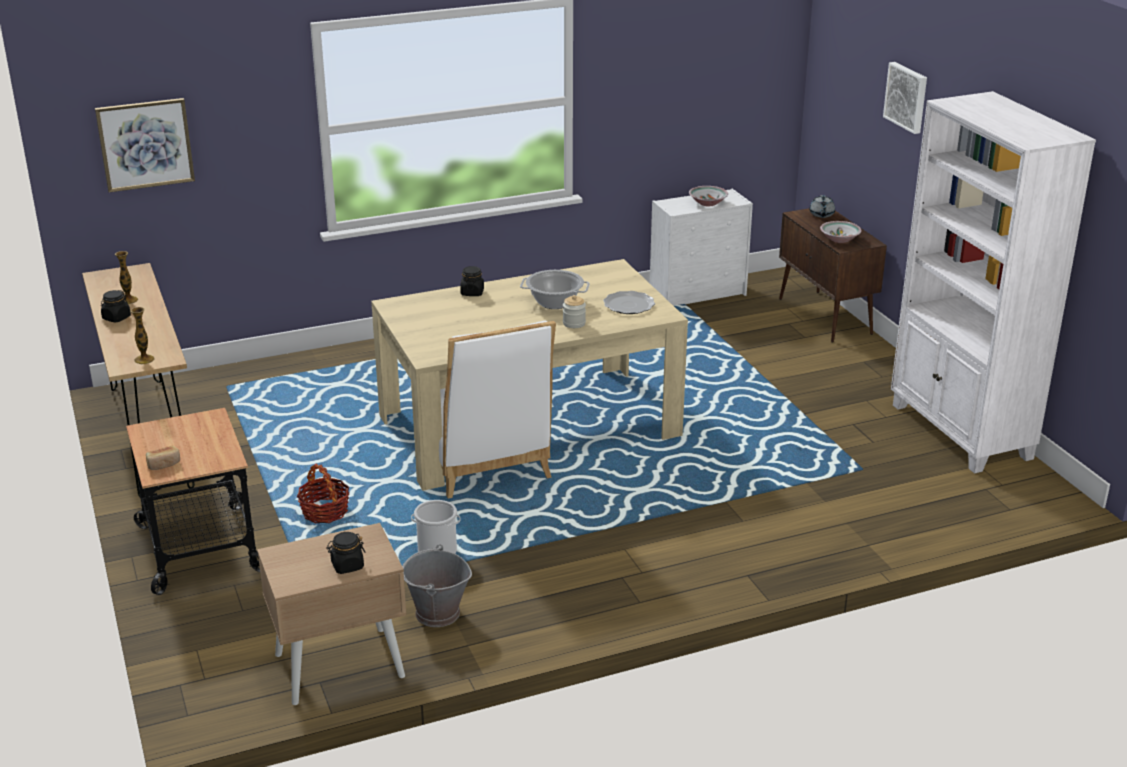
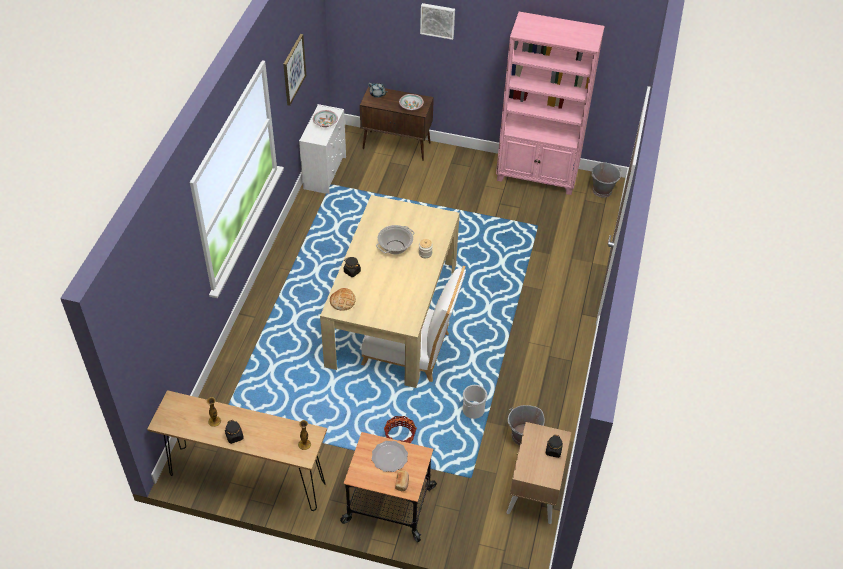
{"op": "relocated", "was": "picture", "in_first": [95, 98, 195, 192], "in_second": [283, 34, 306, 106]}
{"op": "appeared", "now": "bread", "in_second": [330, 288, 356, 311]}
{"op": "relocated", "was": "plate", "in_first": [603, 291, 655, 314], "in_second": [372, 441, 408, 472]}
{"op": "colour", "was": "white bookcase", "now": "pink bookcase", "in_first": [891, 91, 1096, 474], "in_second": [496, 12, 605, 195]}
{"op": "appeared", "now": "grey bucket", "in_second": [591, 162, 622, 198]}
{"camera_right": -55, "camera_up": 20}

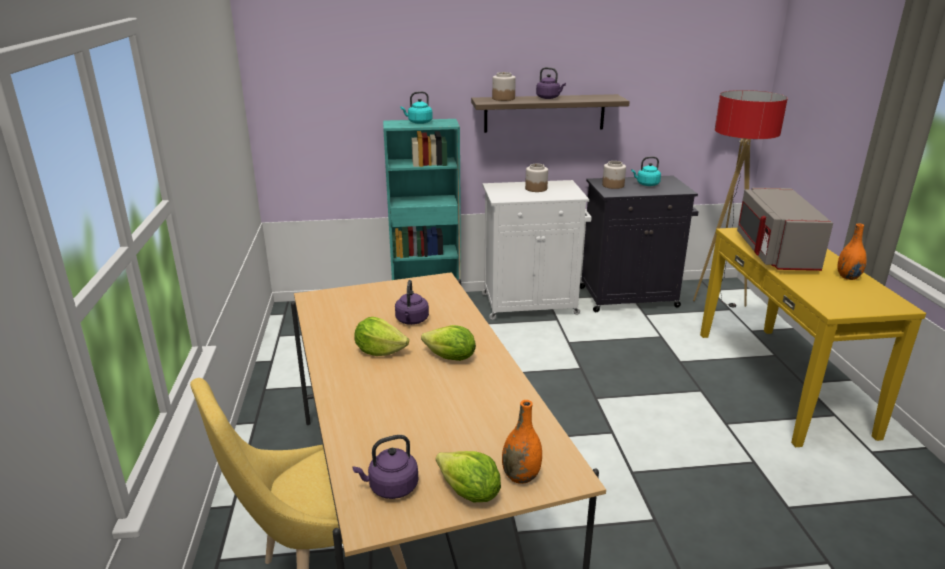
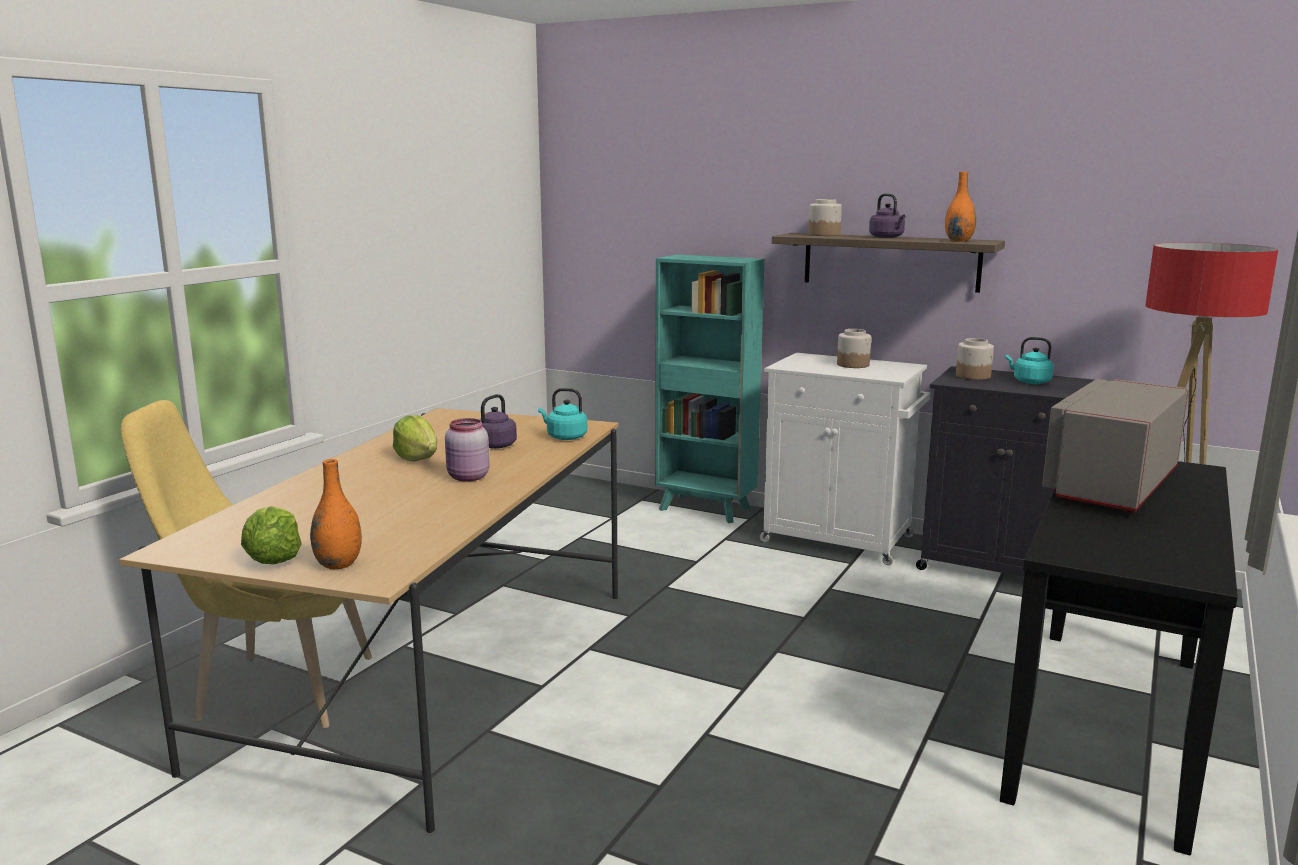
{"op": "exchanged", "was": "lettuce", "now": "pink jar", "in_first": [421, 325, 476, 361], "in_second": [445, 418, 490, 482]}
{"op": "relocated", "was": "turquoise kettle", "in_first": [400, 91, 433, 124], "in_second": [538, 388, 587, 440]}
{"op": "relocated", "was": "orange vase", "in_first": [837, 223, 867, 280], "in_second": [945, 172, 976, 241]}
{"op": "colour", "was": "yellow console table", "now": "black console table", "in_first": [700, 228, 926, 447], "in_second": [1000, 461, 1238, 855]}
{"op": "missing", "was": "purple kettle", "in_first": [352, 435, 418, 499]}
{"camera_right": 35, "camera_up": -10}

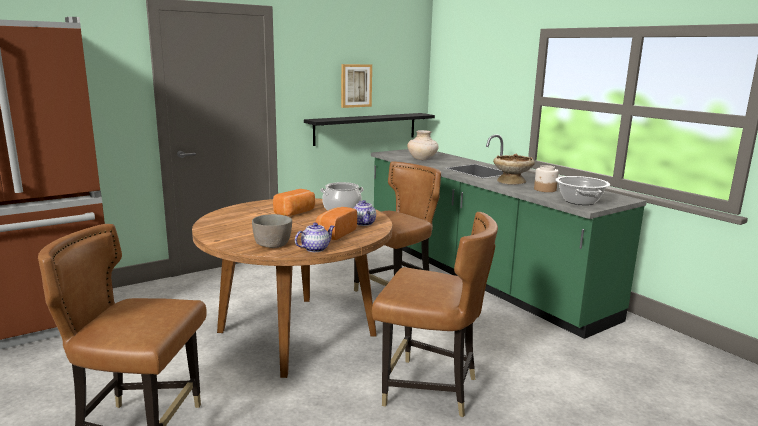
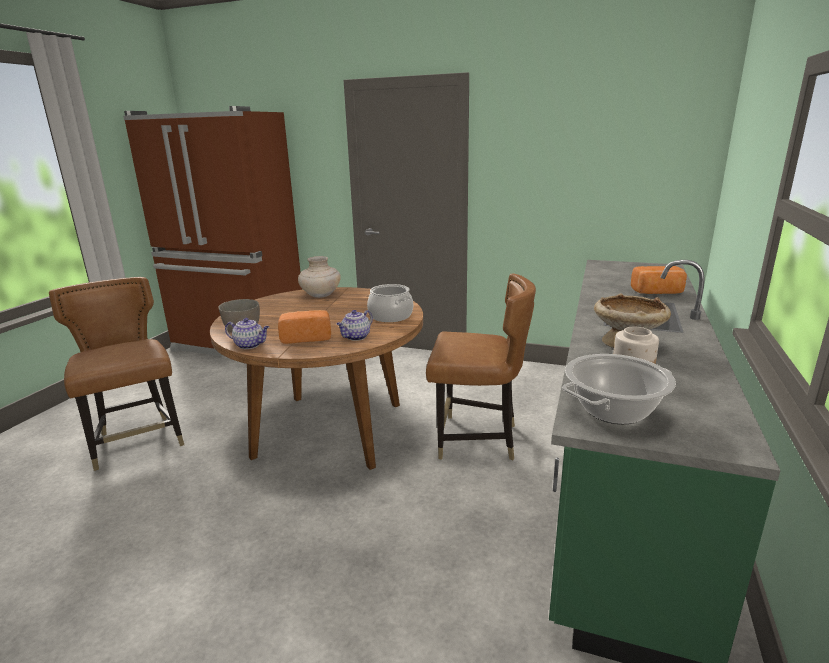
{"op": "relocated", "was": "beige vase", "in_first": [407, 130, 439, 160], "in_second": [298, 256, 341, 298]}
{"op": "relocated", "was": "bread", "in_first": [273, 189, 315, 216], "in_second": [631, 266, 687, 294]}
{"op": "missing", "was": "black shelf", "in_first": [304, 113, 435, 146]}
{"op": "missing", "was": "picture", "in_first": [341, 64, 372, 108]}
{"op": "missing", "was": "brown chair", "in_first": [372, 212, 498, 417]}
{"camera_right": 55, "camera_up": 5}

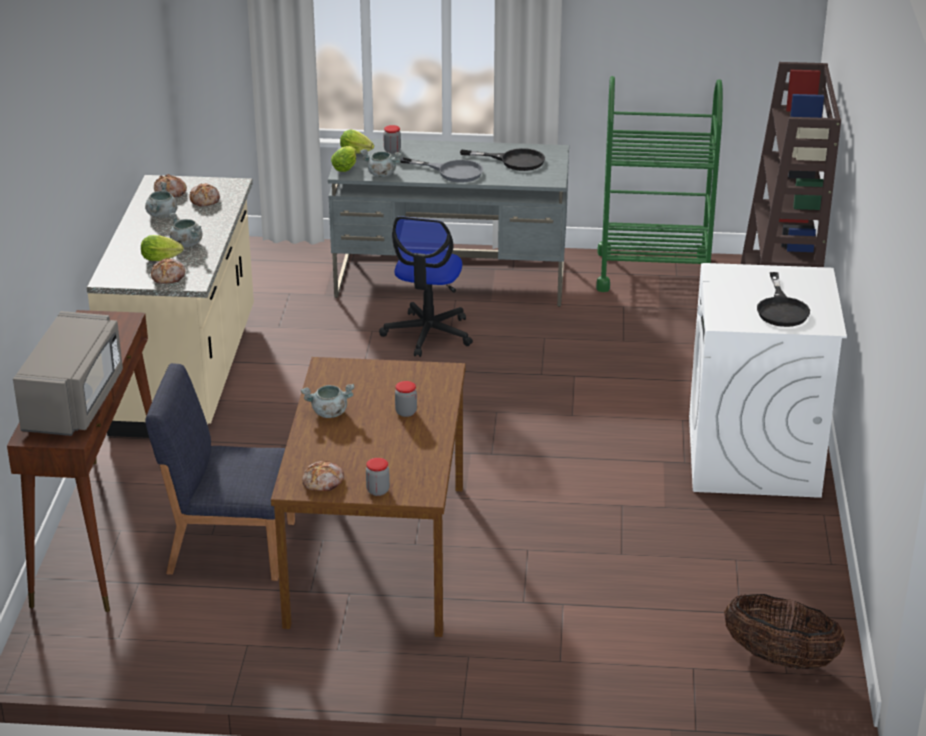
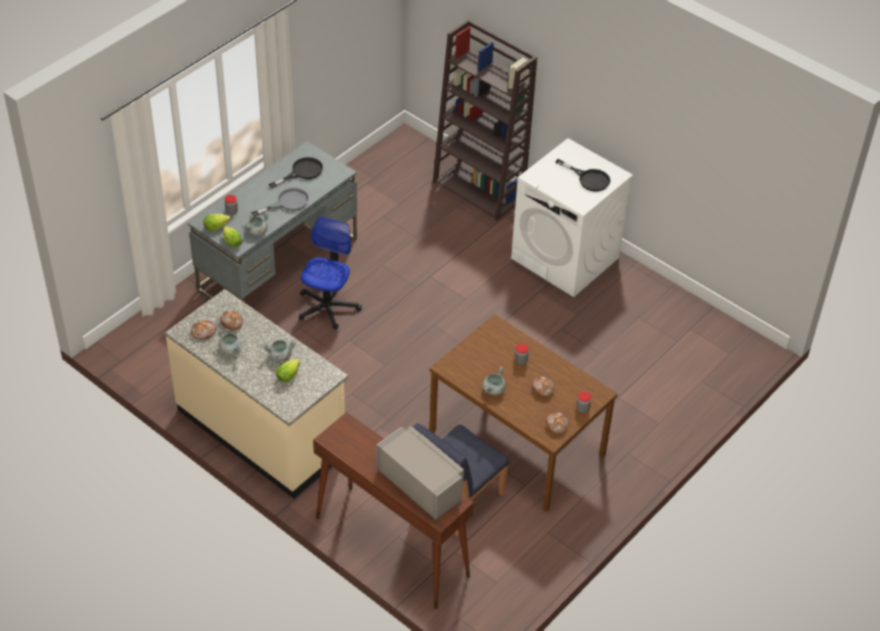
{"op": "spun", "was": "office chair", "in_first": [379, 216, 473, 357], "in_second": [299, 217, 362, 330], "clockwise": -120}
{"op": "relocated", "was": "bread", "in_first": [151, 258, 186, 284], "in_second": [532, 376, 555, 398]}
{"op": "missing", "was": "green cart", "in_first": [596, 76, 723, 292]}
{"op": "missing", "was": "basket", "in_first": [724, 594, 845, 669]}
{"camera_right": -55, "camera_up": 15}

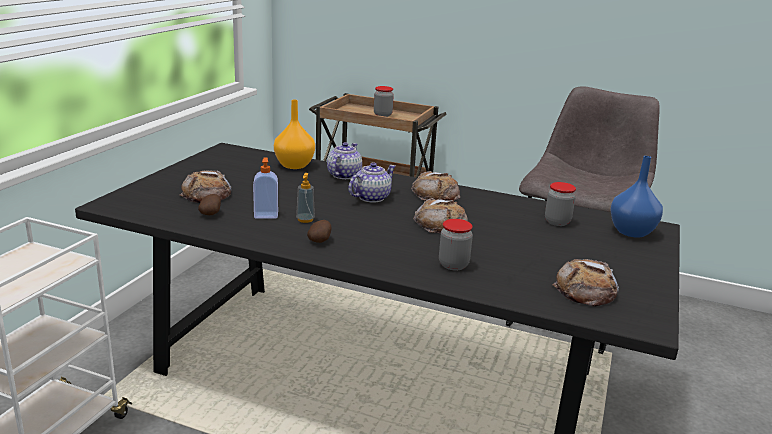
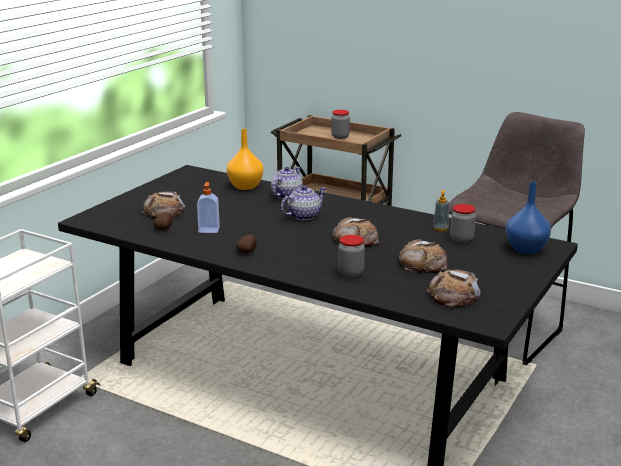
{"op": "relocated", "was": "bread", "in_first": [411, 171, 460, 201], "in_second": [399, 239, 448, 274]}
{"op": "relocated", "was": "soap dispenser", "in_first": [296, 173, 315, 223], "in_second": [433, 190, 449, 231]}
{"camera_right": 10, "camera_up": 0}

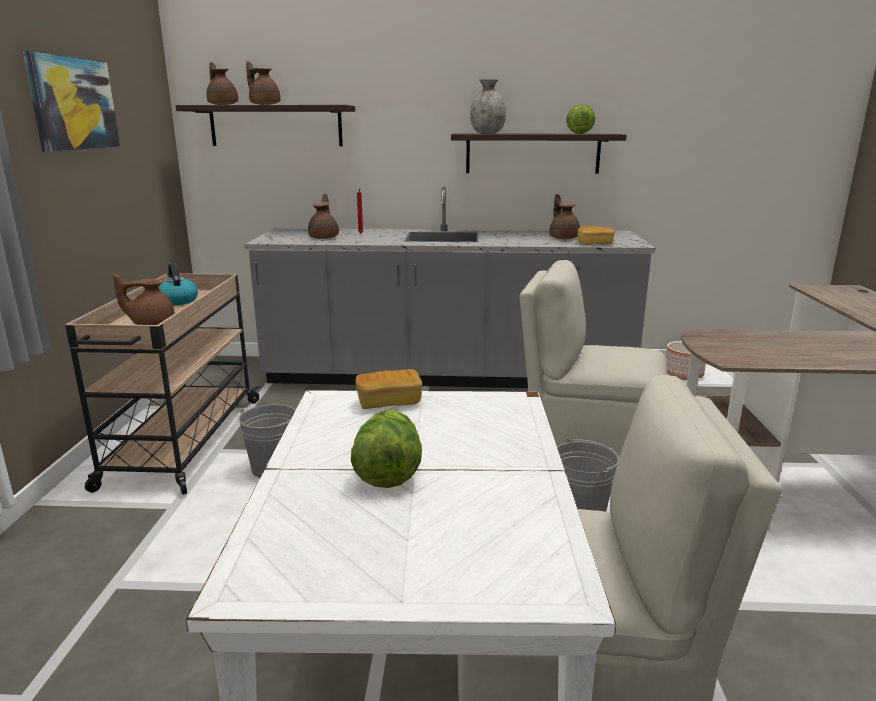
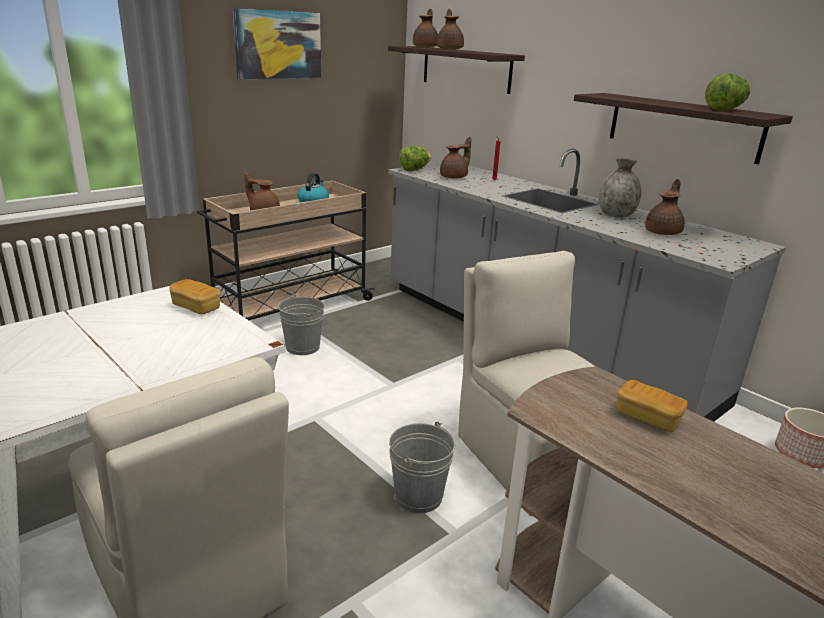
{"op": "relocated", "was": "lettuce", "in_first": [351, 410, 422, 488], "in_second": [399, 146, 431, 171]}
{"op": "relocated", "was": "grey vase", "in_first": [470, 79, 506, 134], "in_second": [599, 158, 641, 218]}
{"op": "relocated", "was": "bread", "in_first": [578, 226, 615, 245], "in_second": [616, 380, 687, 432]}
{"camera_right": 45, "camera_up": 5}

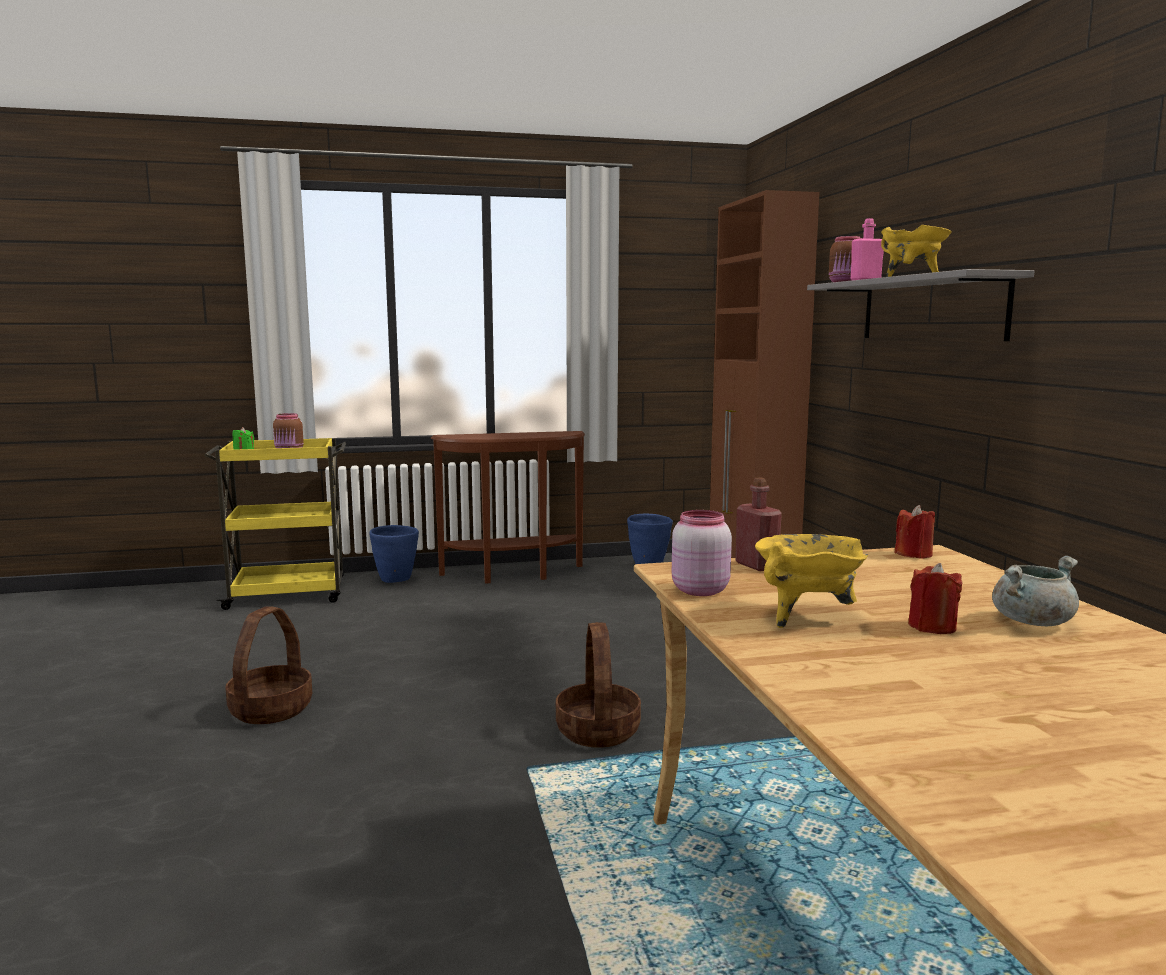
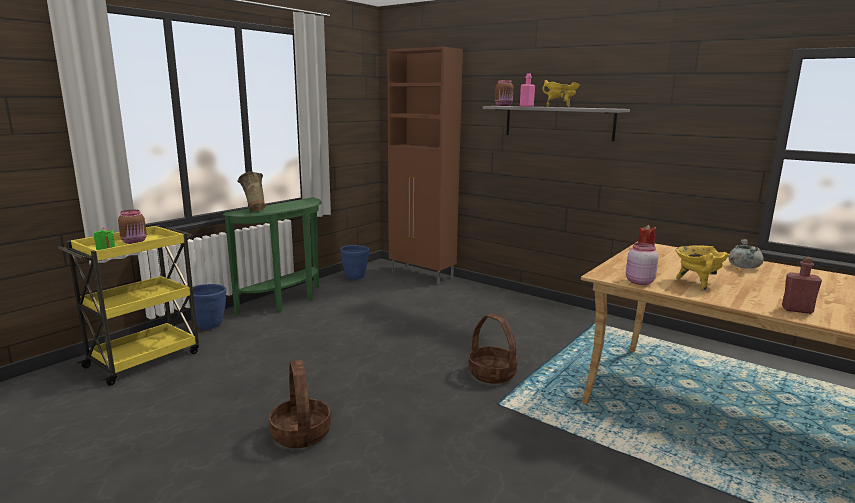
{"op": "colour", "was": "brown console table", "now": "green console table", "in_first": [431, 431, 585, 584], "in_second": [223, 197, 322, 315]}
{"op": "appeared", "now": "beige vase", "in_second": [238, 172, 266, 211]}
{"op": "relocated", "was": "red bottle", "in_first": [735, 477, 782, 571], "in_second": [782, 257, 822, 314]}
{"op": "missing", "was": "red candle", "in_first": [908, 563, 963, 634]}
{"camera_right": -40, "camera_up": 5}

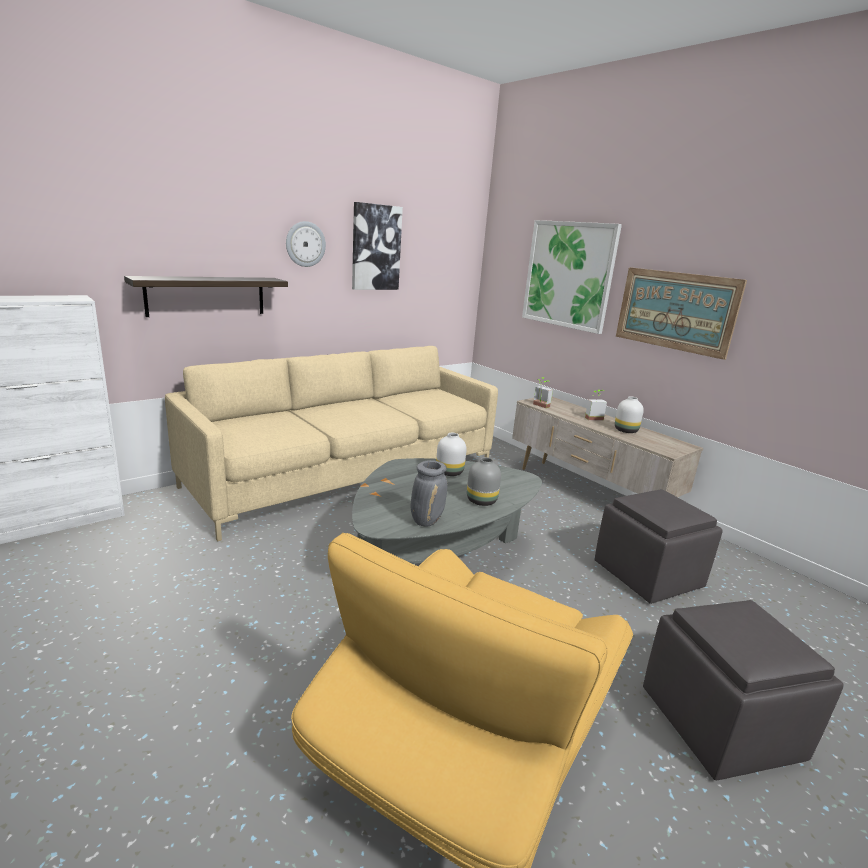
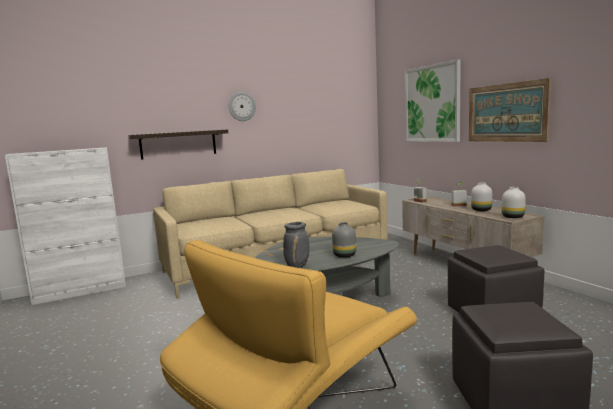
{"op": "relocated", "was": "white vase", "in_first": [436, 433, 466, 476], "in_second": [502, 187, 526, 218]}
{"op": "missing", "was": "picture", "in_first": [352, 202, 403, 290]}
{"camera_right": 15, "camera_up": -10}

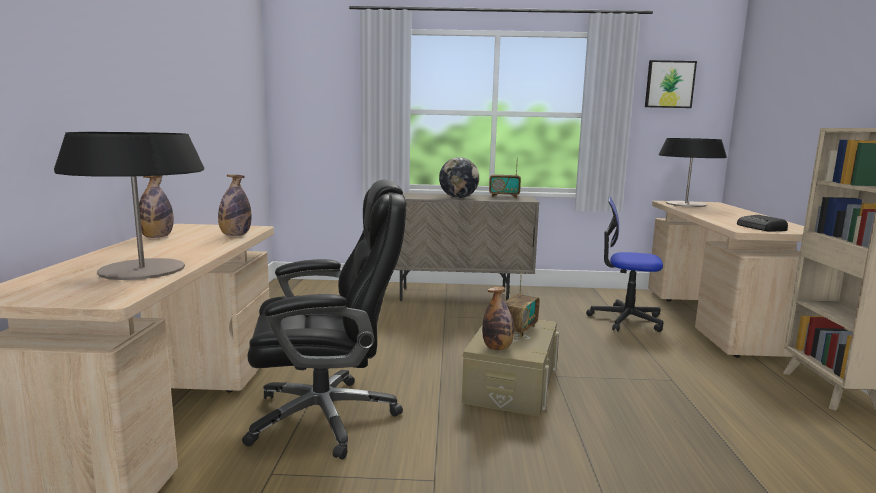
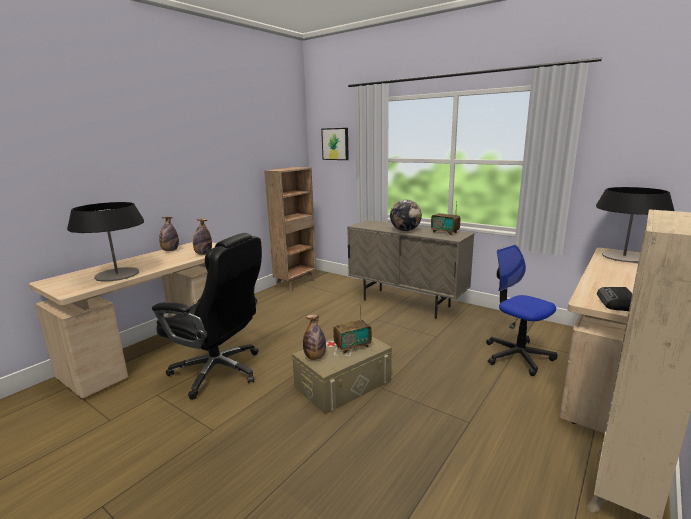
{"op": "appeared", "now": "brown bookcase", "in_second": [264, 167, 316, 291]}
{"op": "relocated", "was": "picture", "in_first": [645, 60, 697, 108], "in_second": [321, 128, 349, 160]}
{"camera_right": 35, "camera_up": 5}

